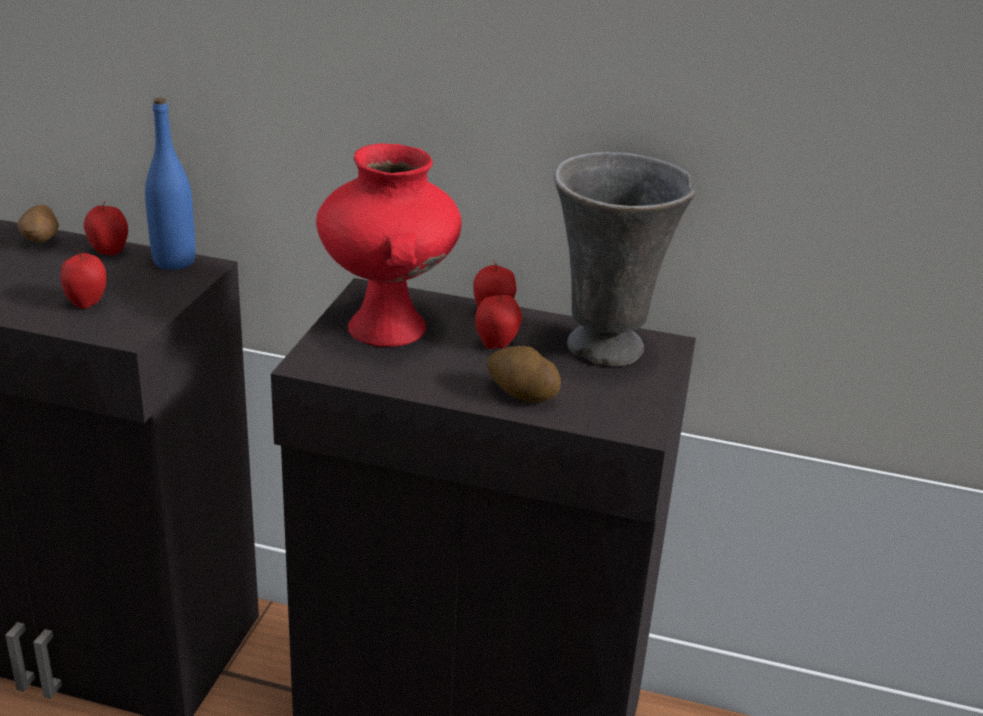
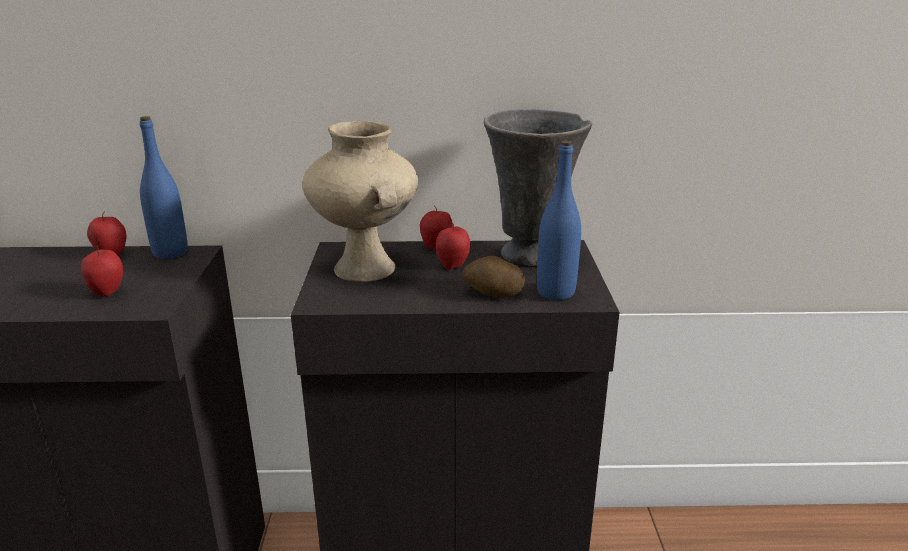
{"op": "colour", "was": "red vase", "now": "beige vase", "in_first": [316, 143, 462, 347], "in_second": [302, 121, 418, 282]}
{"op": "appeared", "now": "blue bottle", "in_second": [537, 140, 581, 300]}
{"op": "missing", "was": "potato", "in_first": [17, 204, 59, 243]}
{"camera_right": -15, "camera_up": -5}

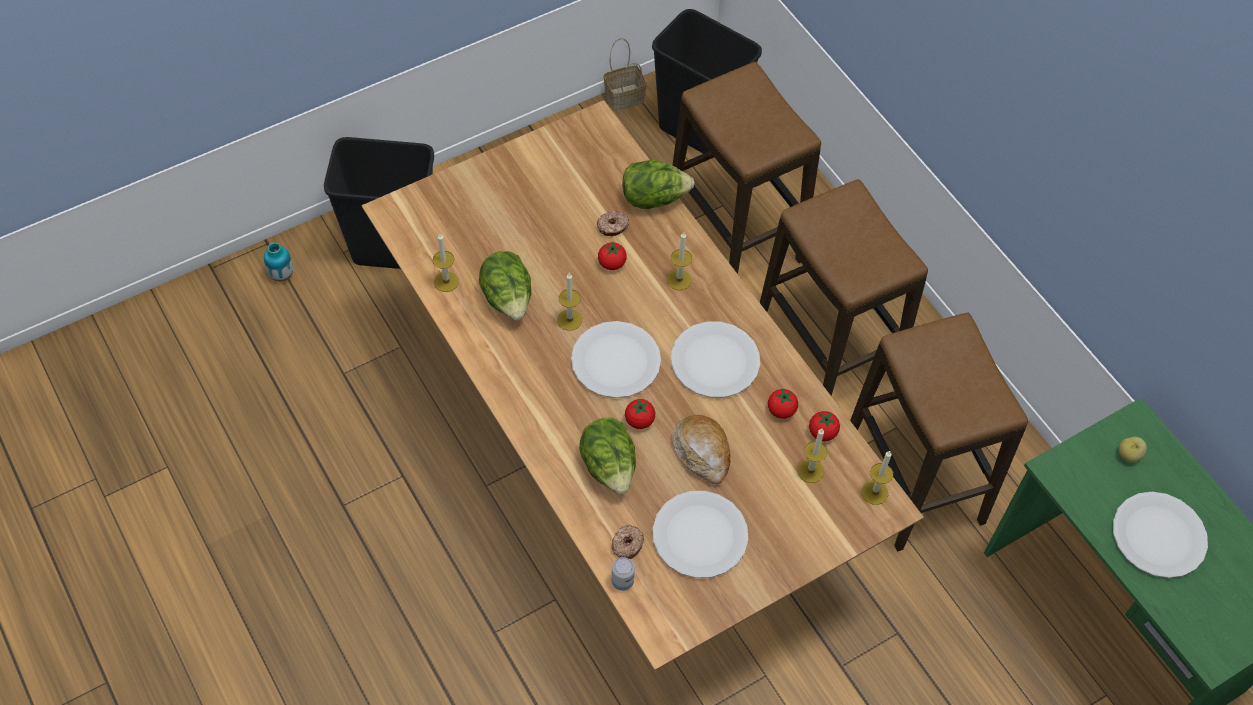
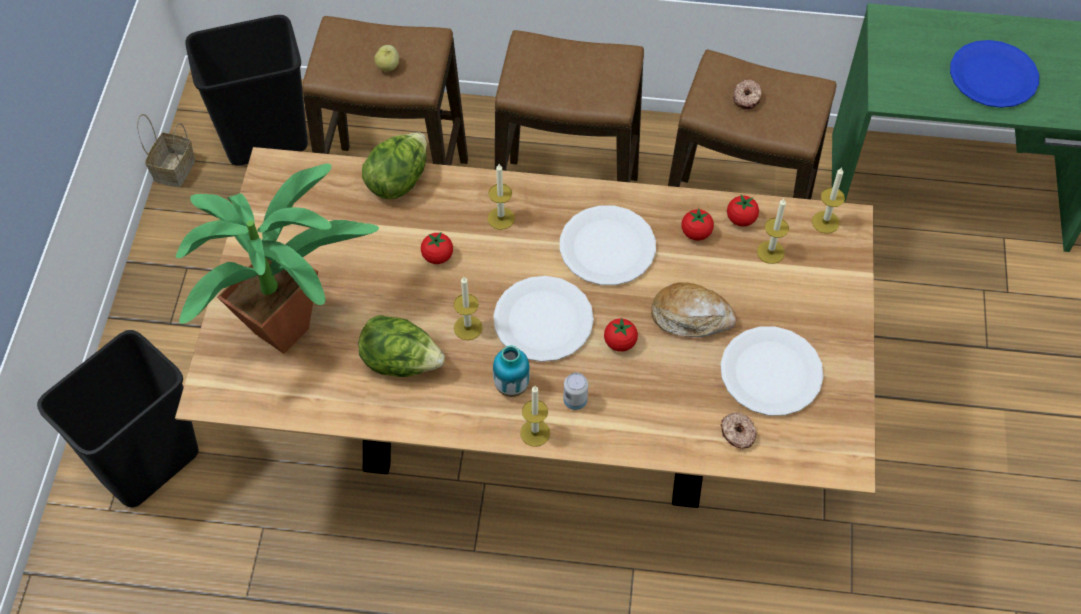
{"op": "appeared", "now": "potted plant", "in_second": [176, 163, 379, 354]}
{"op": "relocated", "was": "apple", "in_first": [1119, 437, 1147, 463], "in_second": [374, 45, 399, 72]}
{"op": "relocated", "was": "vase", "in_first": [264, 242, 293, 282], "in_second": [493, 346, 530, 397]}
{"op": "relocated", "was": "candle", "in_first": [433, 234, 459, 292], "in_second": [520, 386, 550, 447]}
{"op": "relocated", "was": "can", "in_first": [611, 557, 635, 591], "in_second": [564, 373, 588, 410]}
{"op": "relocated", "was": "donut", "in_first": [597, 211, 629, 237], "in_second": [733, 79, 762, 109]}
{"op": "colour", "was": "white plate", "now": "blue plate", "in_first": [1113, 492, 1208, 578], "in_second": [950, 40, 1039, 108]}
{"op": "missing", "was": "lettuce", "in_first": [579, 417, 636, 494]}
{"camera_right": -50, "camera_up": 0}

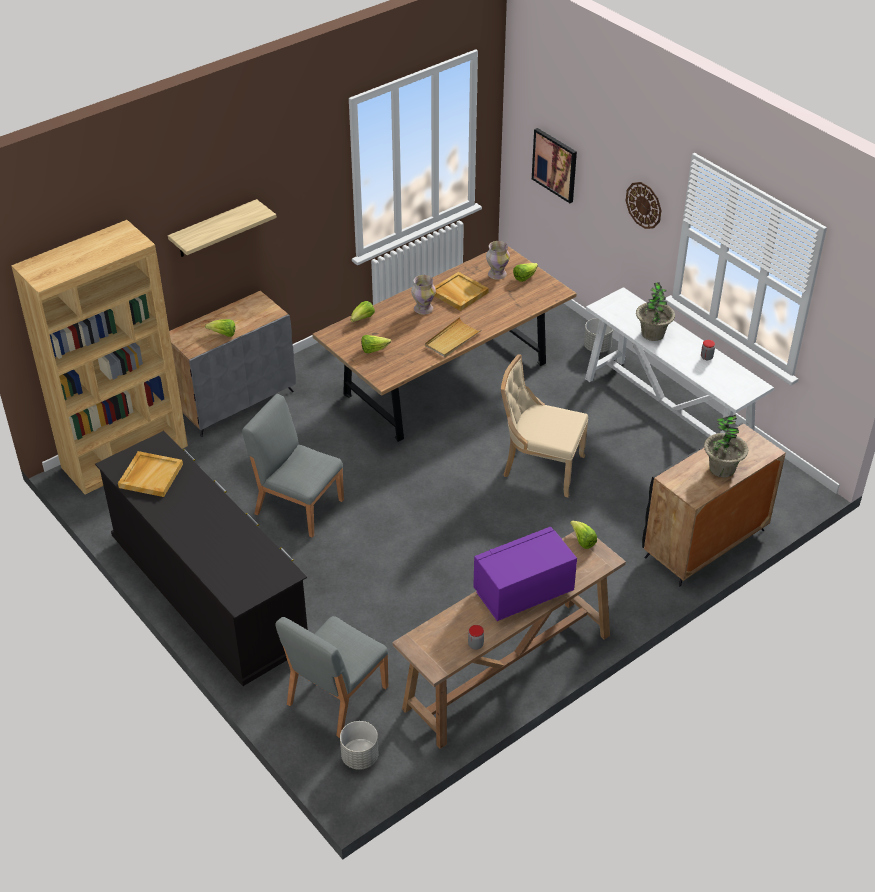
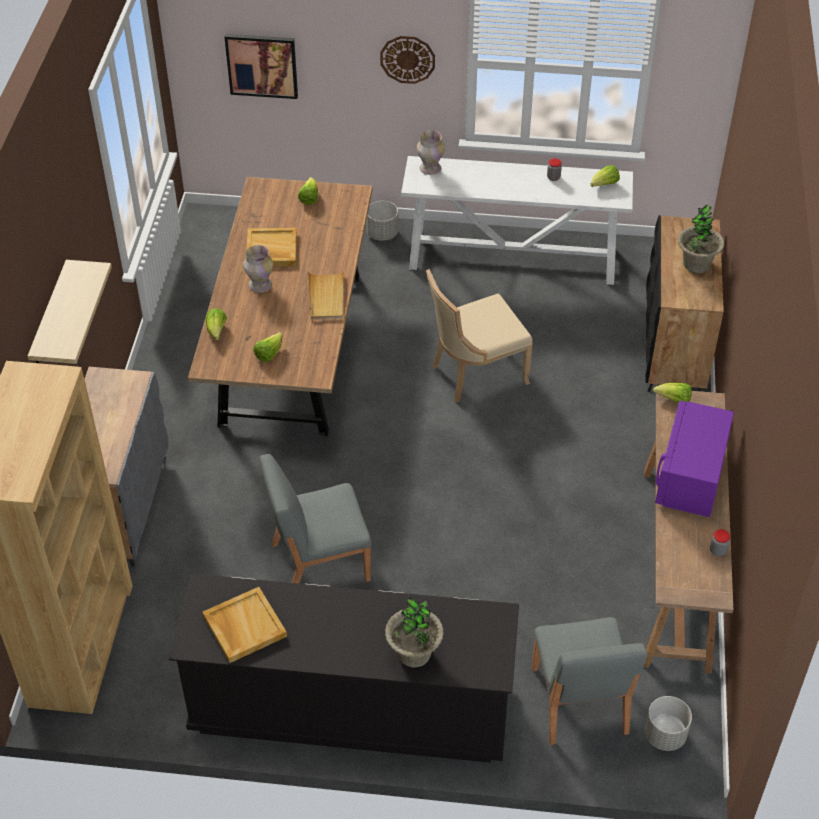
{"op": "relocated", "was": "potted plant", "in_first": [636, 282, 675, 341], "in_second": [385, 597, 444, 667]}
{"op": "relocated", "was": "vase", "in_first": [486, 241, 510, 279], "in_second": [417, 130, 445, 175]}
{"op": "relocated", "was": "lettuce", "in_first": [205, 319, 235, 337], "in_second": [590, 165, 620, 187]}
{"camera_right": -45, "camera_up": 5}

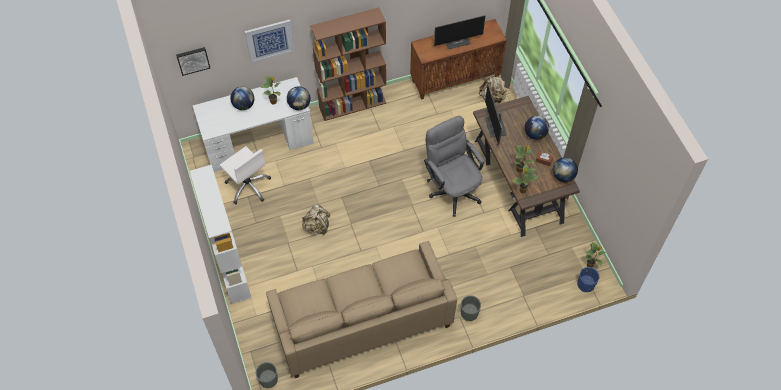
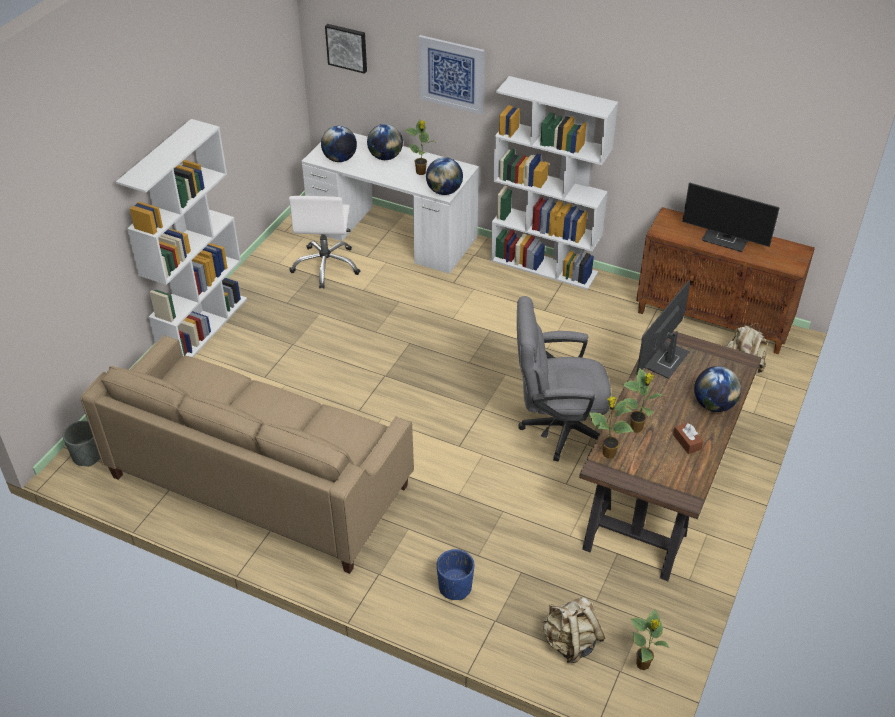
{"op": "relocated", "was": "globe", "in_first": [553, 157, 578, 182], "in_second": [321, 126, 357, 162]}
{"op": "relocated", "was": "blue planter", "in_first": [577, 267, 600, 292], "in_second": [437, 549, 474, 600]}
{"op": "colour", "was": "brown bookcase", "now": "white bookcase", "in_first": [310, 7, 386, 121], "in_second": [491, 76, 618, 290]}
{"op": "spun", "was": "grey office chair", "in_first": [424, 116, 484, 217], "in_second": [517, 296, 611, 462], "clockwise": -105}
{"op": "relocated", "was": "beige backpack", "in_first": [302, 204, 330, 235], "in_second": [542, 597, 605, 663]}
{"op": "missing", "was": "grey planter", "in_first": [461, 295, 481, 321]}
{"camera_right": 45, "camera_up": -15}

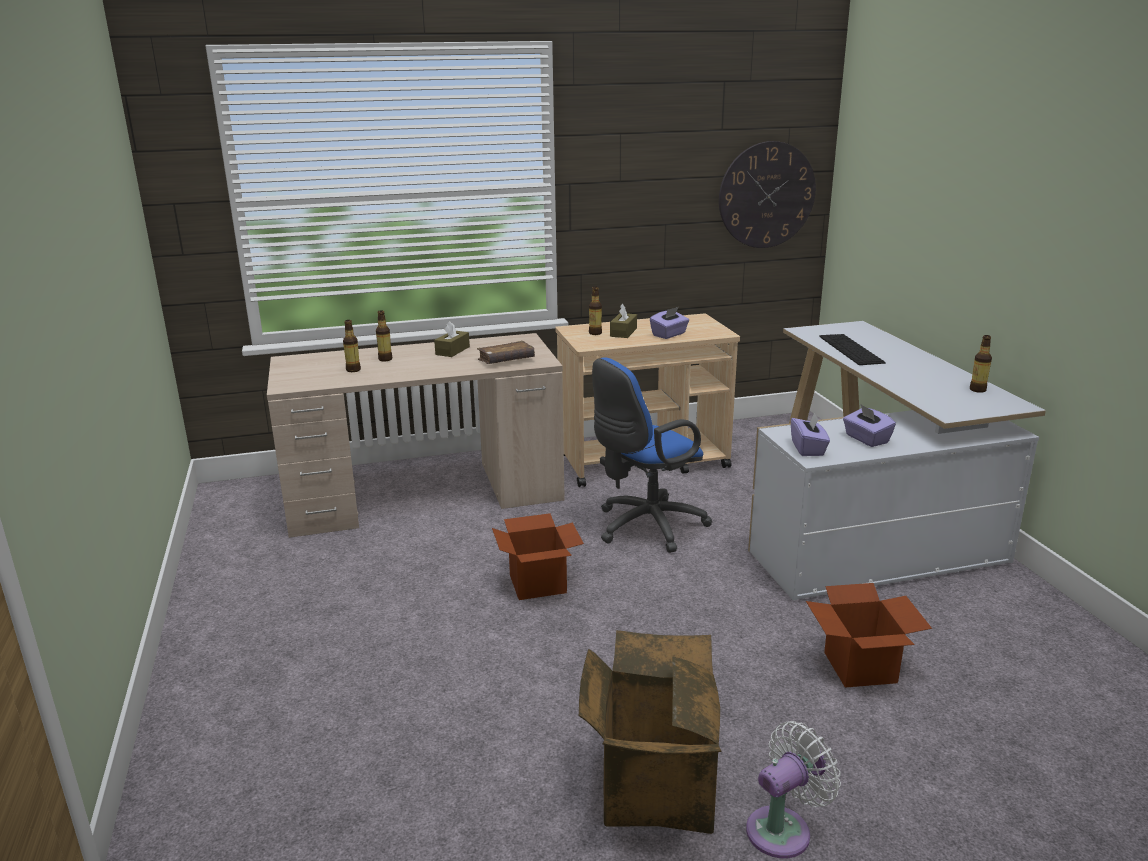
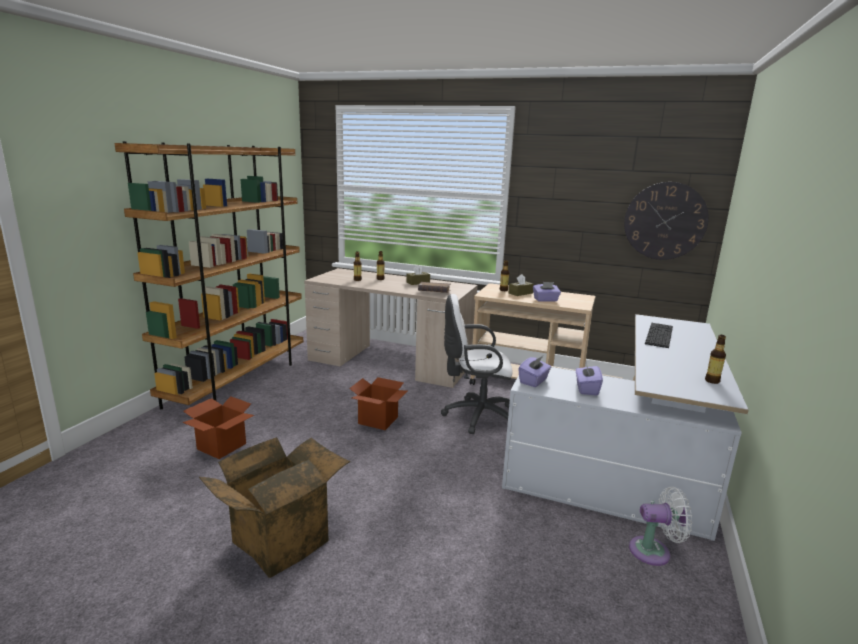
{"op": "appeared", "now": "brown bookcase", "in_second": [114, 141, 303, 409]}
{"op": "relocated", "was": "cardboard box", "in_first": [806, 583, 932, 688], "in_second": [182, 396, 254, 459]}
{"op": "colour", "was": "blue office chair", "now": "white office chair", "in_first": [592, 357, 712, 553], "in_second": [441, 294, 513, 434]}
{"op": "relocated", "was": "white fan", "in_first": [746, 721, 841, 858], "in_second": [629, 487, 692, 566]}
{"camera_right": 35, "camera_up": -5}

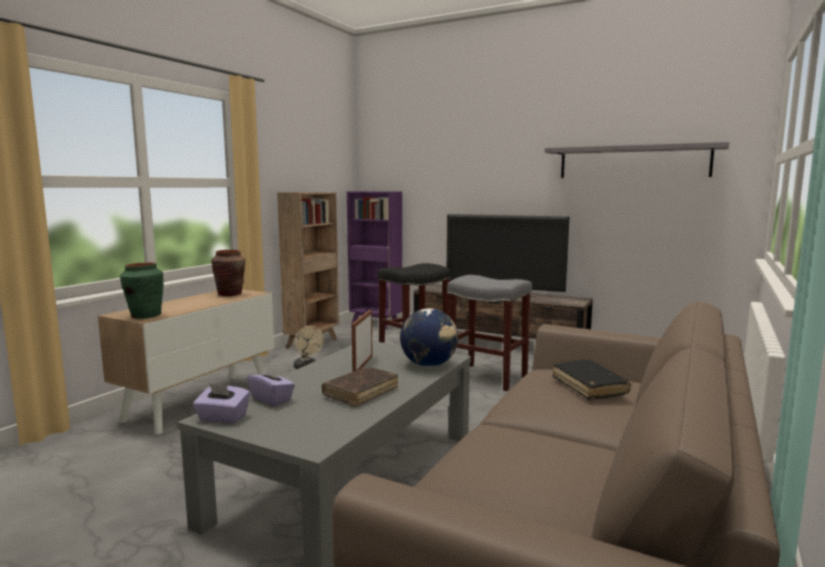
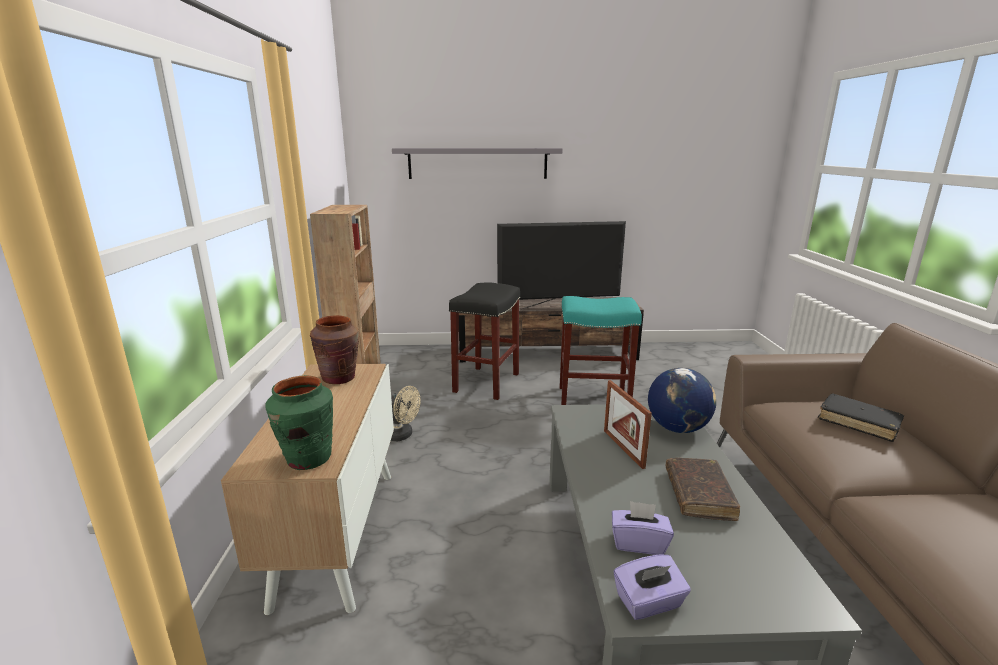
{"op": "relocated", "was": "grey shelf", "in_first": [545, 142, 729, 178], "in_second": [392, 148, 563, 179]}
{"op": "colour", "was": "grey stool", "now": "turquoise stool", "in_first": [447, 275, 532, 391], "in_second": [559, 296, 642, 405]}
{"op": "missing", "was": "purple bookcase", "in_first": [347, 191, 402, 329]}
{"camera_right": -30, "camera_up": 10}

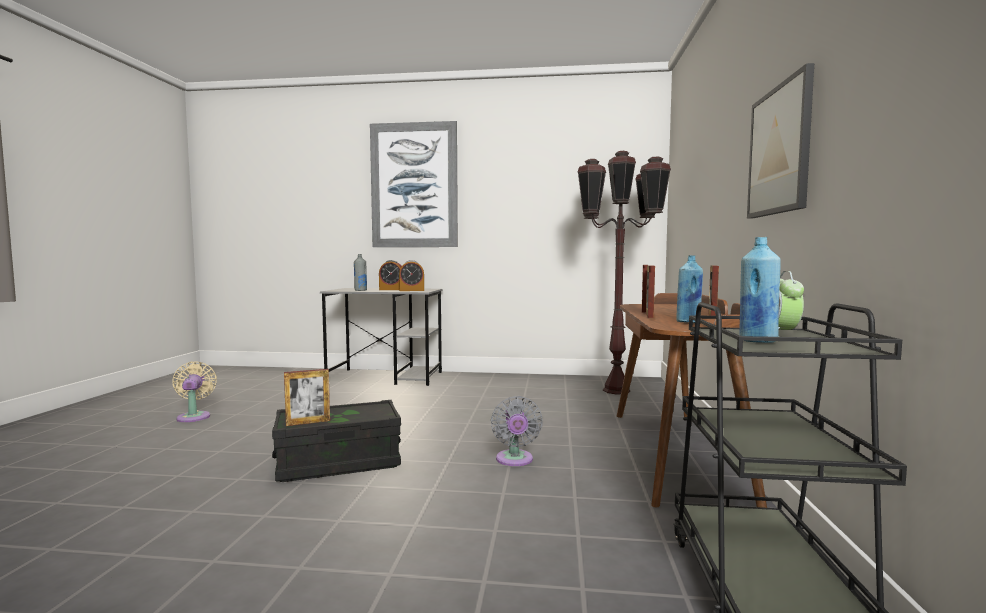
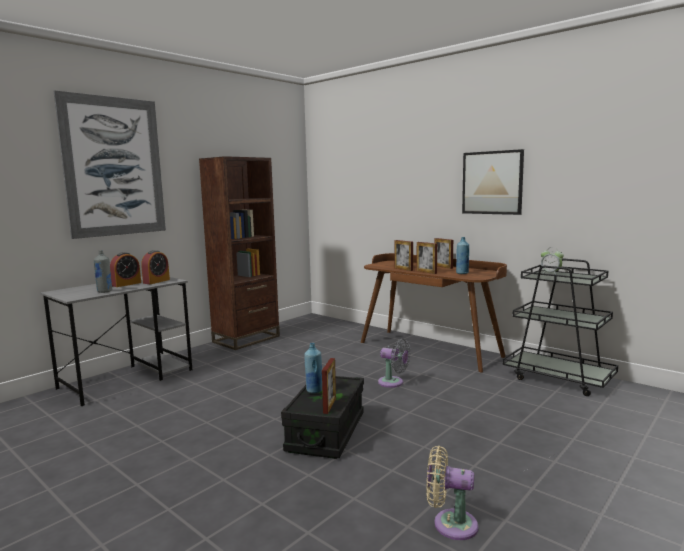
{"op": "appeared", "now": "brown bookcase", "in_second": [199, 156, 280, 350]}
{"op": "relocated", "was": "blue bottle", "in_first": [739, 237, 781, 343], "in_second": [304, 343, 322, 393]}
{"op": "relocated", "was": "beige fan", "in_first": [173, 361, 217, 422], "in_second": [426, 446, 478, 540]}
{"op": "missing", "was": "brown floor lamp", "in_first": [578, 151, 671, 395]}
{"camera_right": -55, "camera_up": 5}

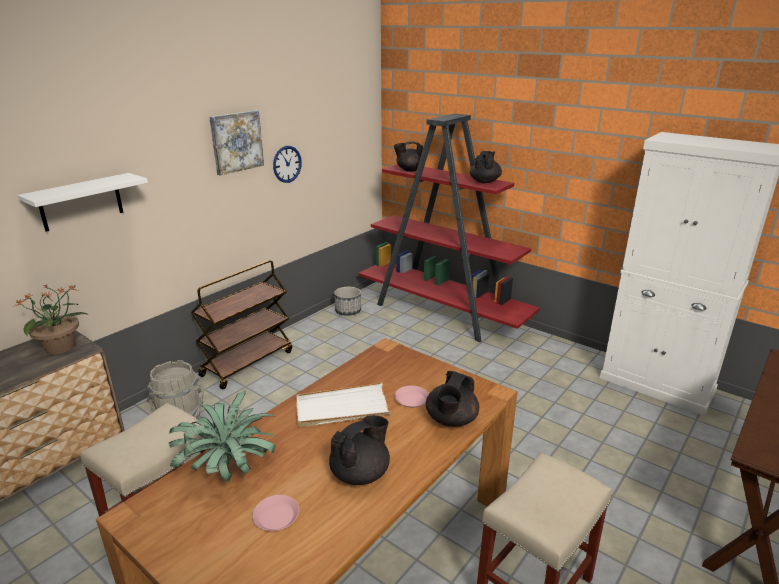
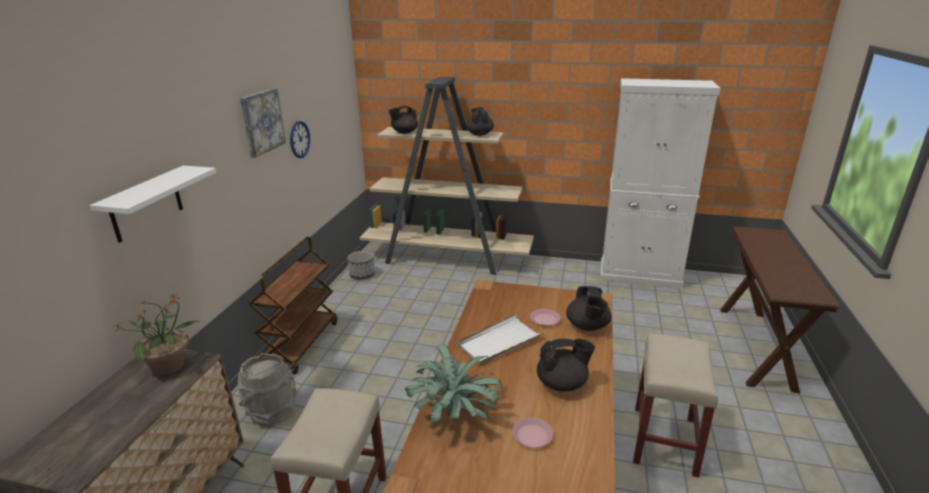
{"op": "colour", "was": "red bookcase", "now": "beige bookcase", "in_first": [358, 114, 540, 342], "in_second": [359, 77, 534, 275]}
{"op": "spun", "was": "black teapot", "in_first": [329, 415, 390, 485], "in_second": [537, 339, 595, 392], "clockwise": 60}
{"camera_right": -25, "camera_up": 0}

